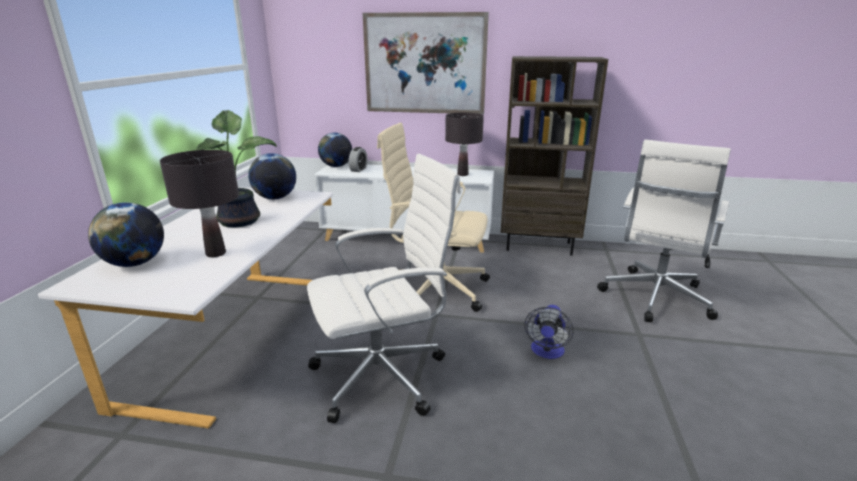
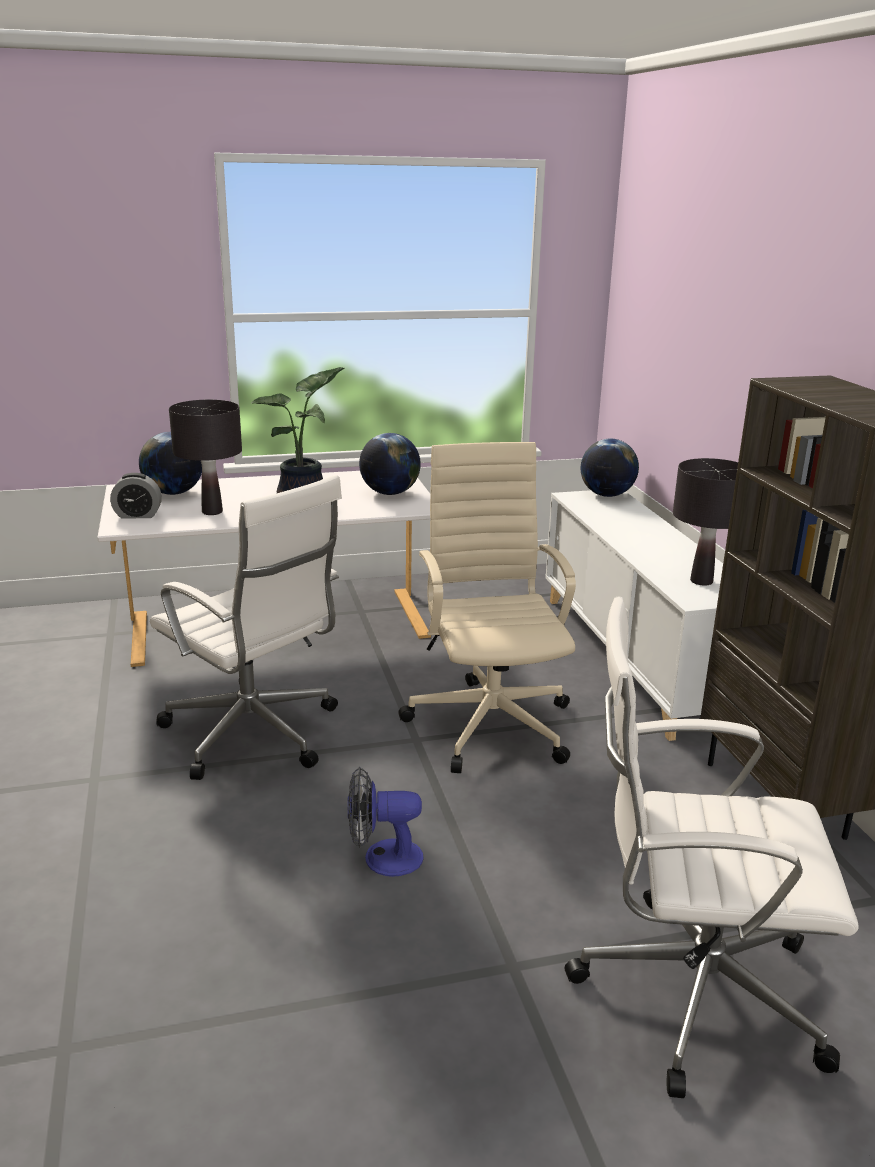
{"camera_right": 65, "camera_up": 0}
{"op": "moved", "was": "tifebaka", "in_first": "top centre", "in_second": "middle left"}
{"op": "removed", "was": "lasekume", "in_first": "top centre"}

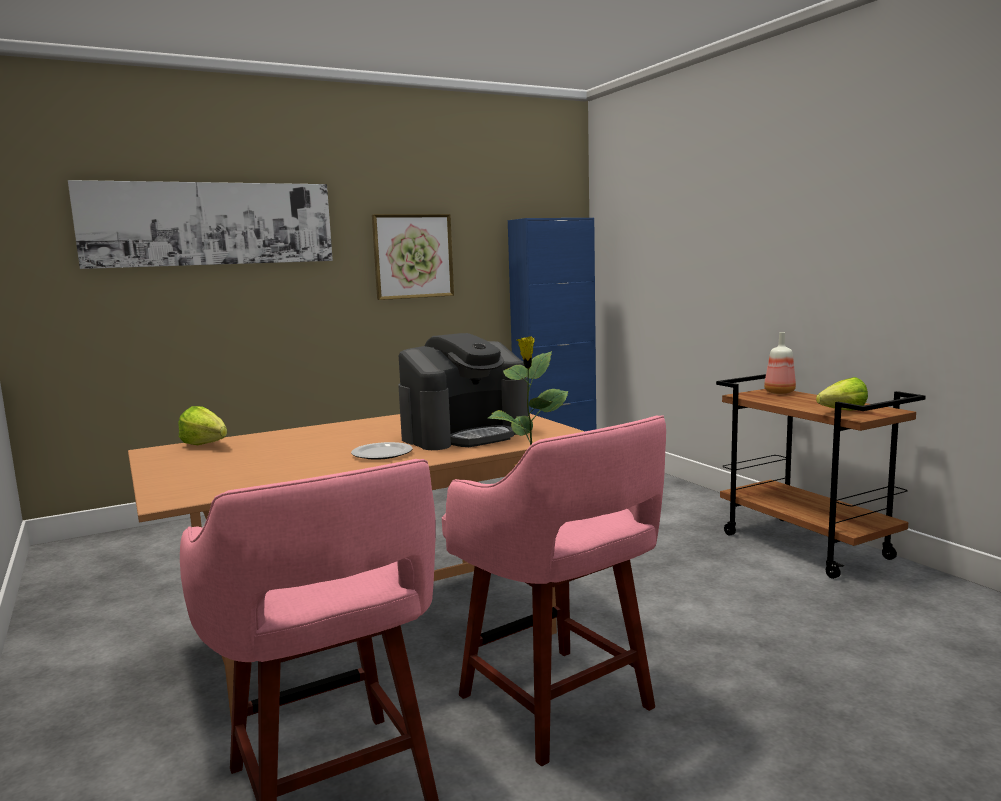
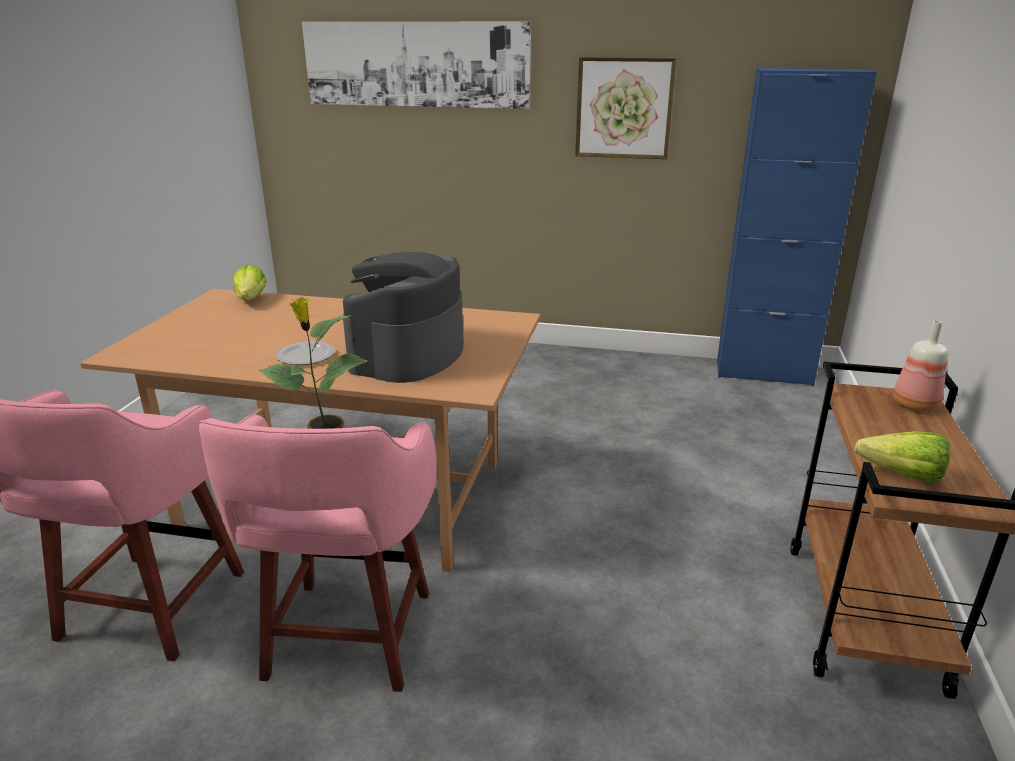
{"camera_right": 40, "camera_up": 15}
{"op": "turned", "was": "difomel", "in_first": "centre", "in_second": "centre", "clockwise": 105}

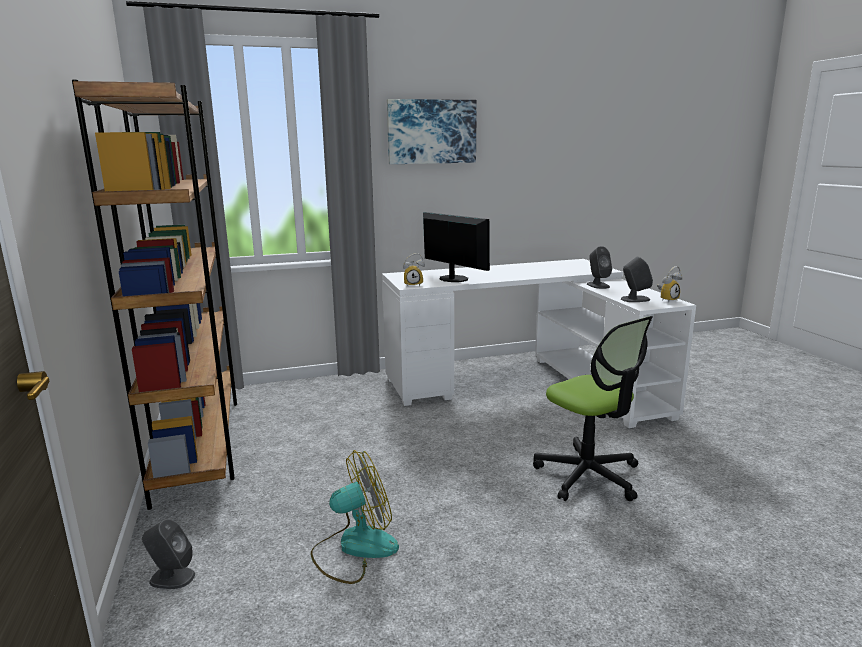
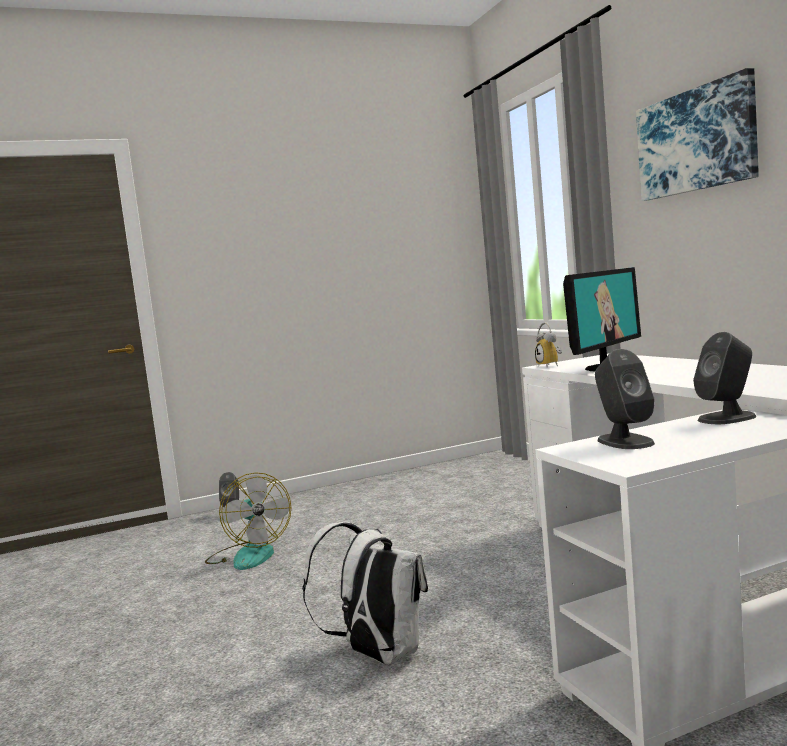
{"camera_right": 85, "camera_up": -10}
{"op": "removed", "was": "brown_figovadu", "in_first": "middle left"}
{"op": "replaced", "was": "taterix", "now": "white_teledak", "in_first": "middle right", "in_second": "bottom centre"}
{"op": "removed", "was": "tifebaka (2nd from left)", "in_first": "middle right"}

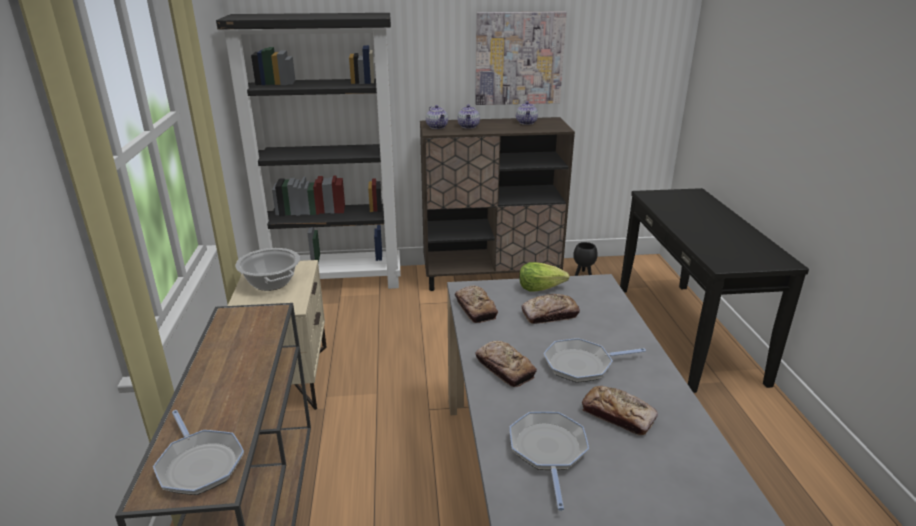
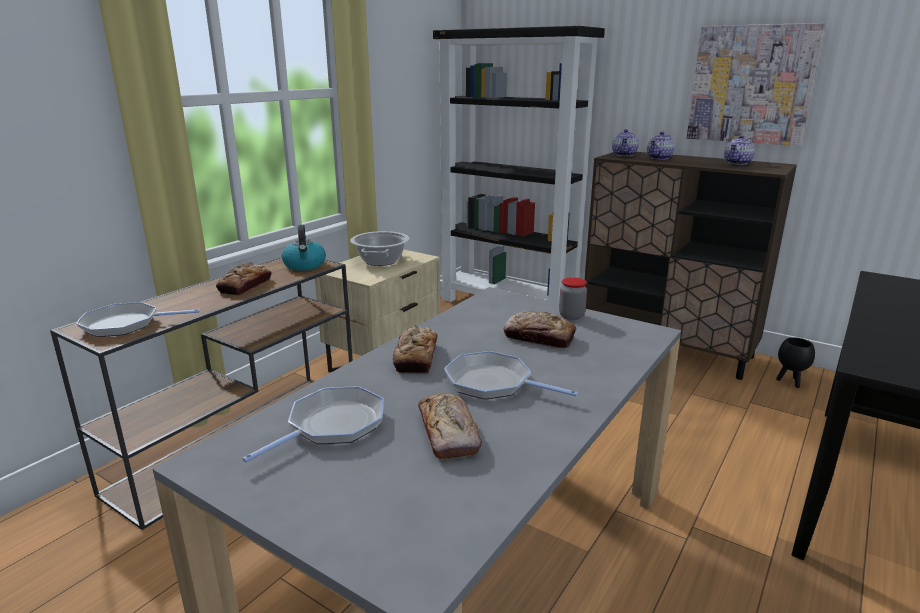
{"camera_right": 40, "camera_up": -5}
{"op": "turned", "was": "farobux (1st from left)", "in_first": "bottom left", "in_second": "middle left", "clockwise": 75}
{"op": "moved", "was": "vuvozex (1st from left)", "in_first": "centre", "in_second": "middle left"}
{"op": "replaced", "was": "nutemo", "now": "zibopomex", "in_first": "centre", "in_second": "centre"}
{"op": "added", "now": "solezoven", "in_second": "middle left"}

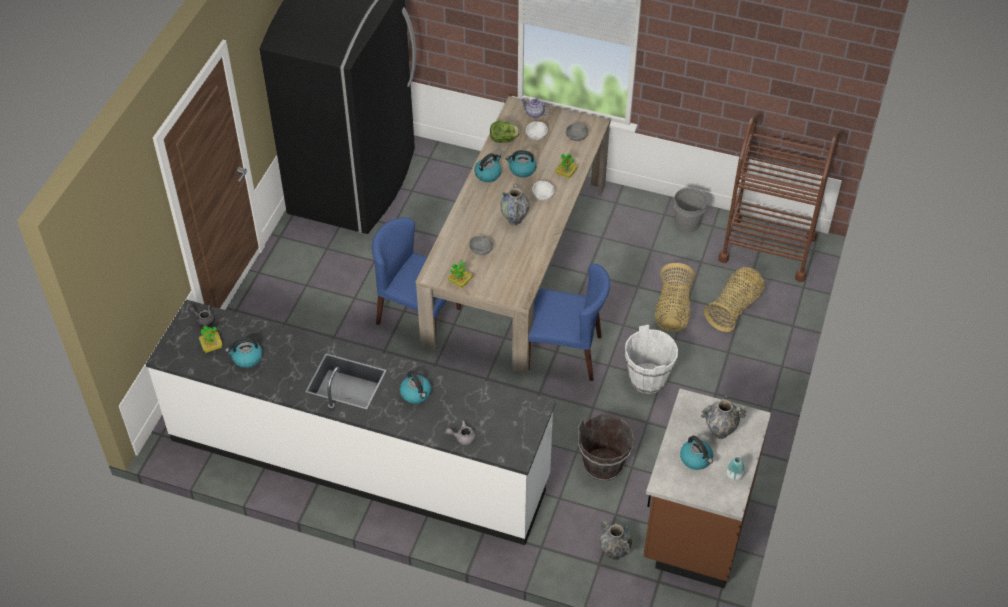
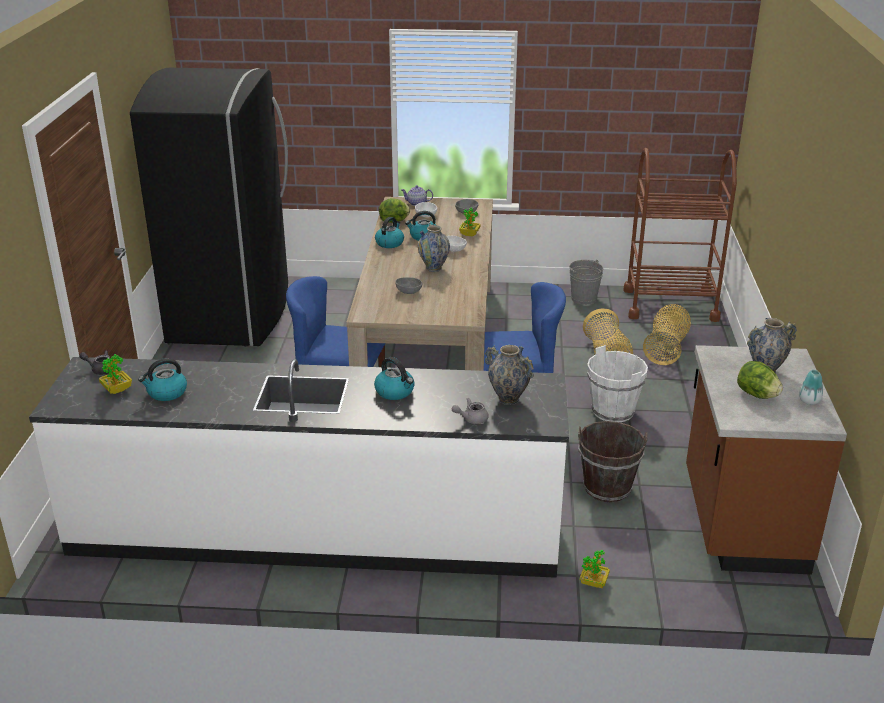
{"camera_right": -15, "camera_up": -20}
{"op": "moved", "was": "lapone (2nd from left in the first image)", "now": "lapone (3rd from left)", "in_first": "centre", "in_second": "bottom right"}
{"op": "moved", "was": "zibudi (2nd from left)", "in_first": "bottom centre", "in_second": "centre"}
{"op": "replaced", "was": "solezoven (5th from left)", "now": "nutemo (2nd from left)", "in_first": "bottom right", "in_second": "middle right"}

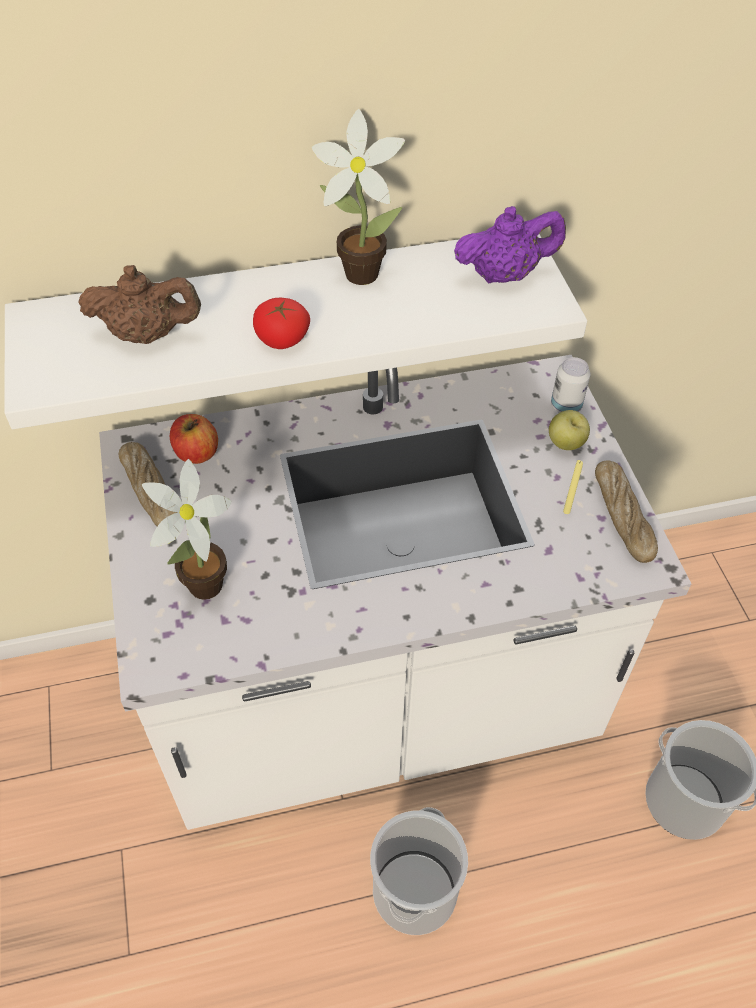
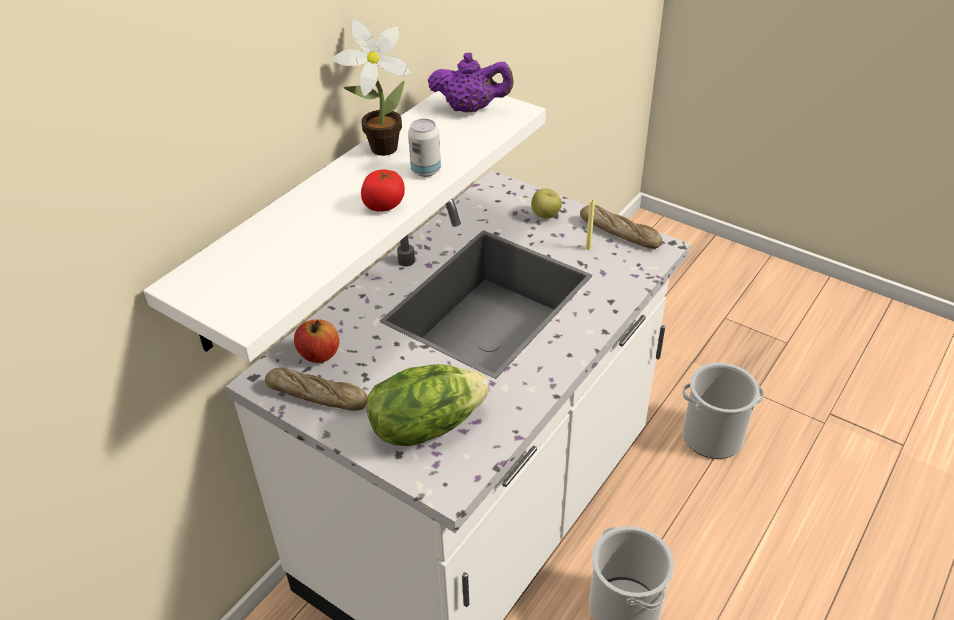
{"camera_right": -40, "camera_up": -10}
{"op": "removed", "was": "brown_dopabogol", "in_first": "top left"}
{"op": "replaced", "was": "lapone (1st from left)", "now": "nutemo", "in_first": "middle left", "in_second": "centre"}
{"op": "turned", "was": "purple_dopabogol", "in_first": "top right", "in_second": "top centre", "clockwise": 60}
{"op": "moved", "was": "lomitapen", "in_first": "middle right", "in_second": "top centre"}

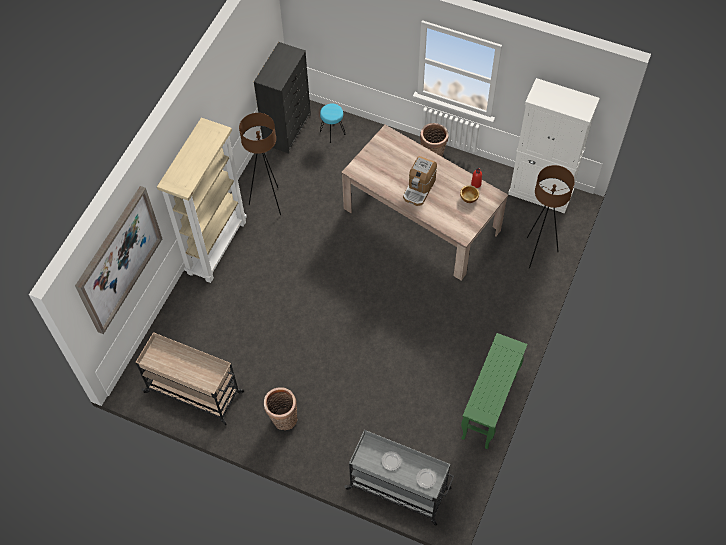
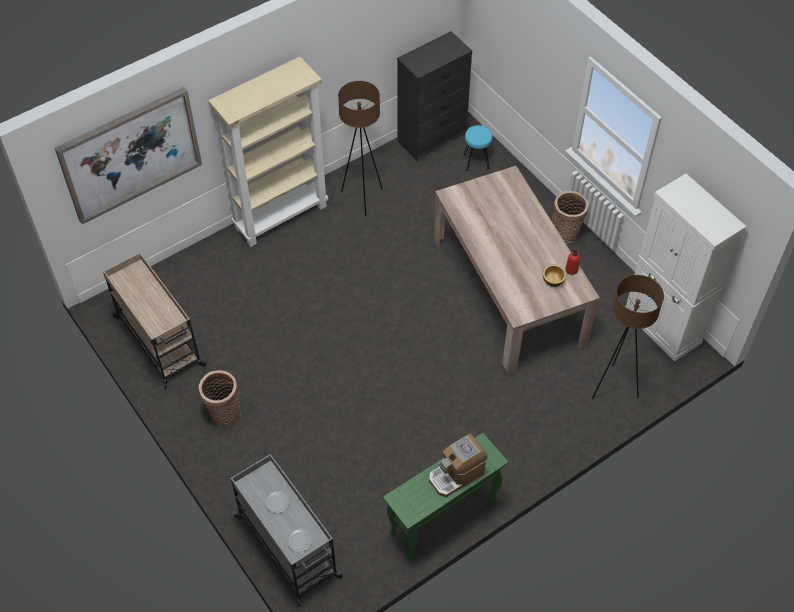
{"camera_right": 30, "camera_up": -5}
{"op": "moved", "was": "difomel", "in_first": "top centre", "in_second": "bottom centre"}

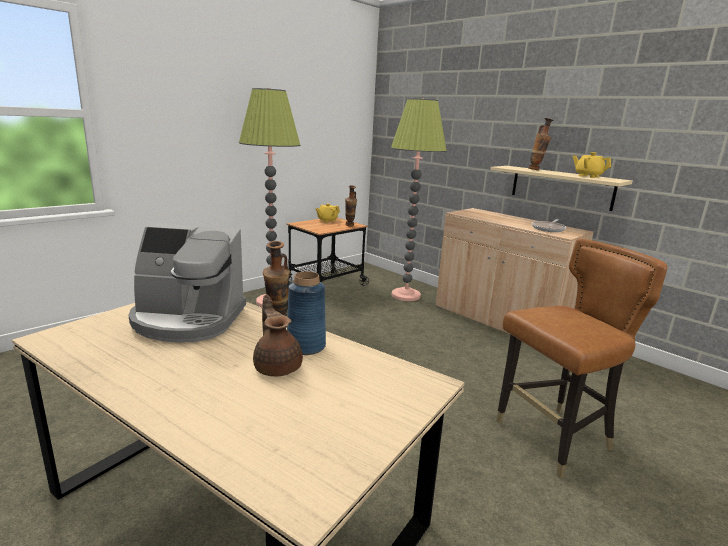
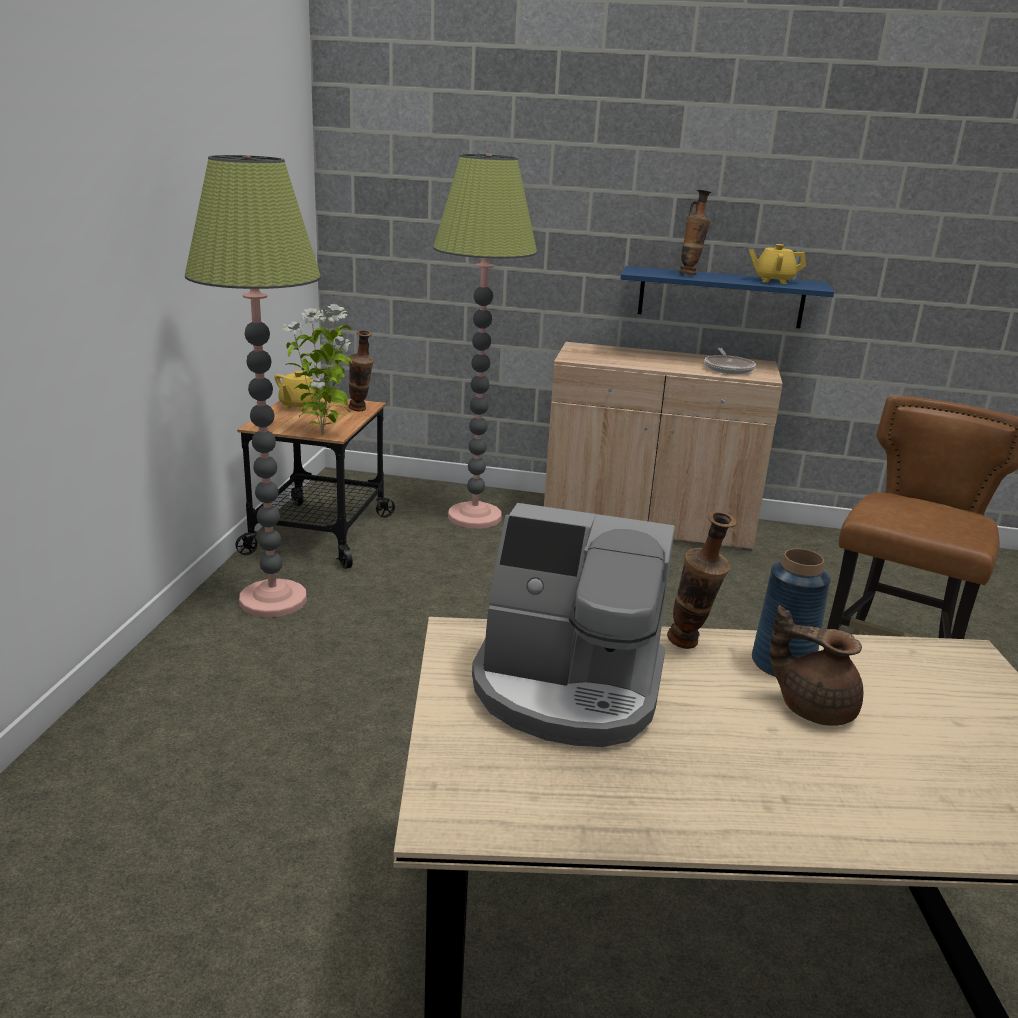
{"camera_right": -35, "camera_up": 5}
{"op": "turned", "was": "difomel", "in_first": "middle left", "in_second": "centre", "clockwise": 45}
{"op": "recoloured", "was": "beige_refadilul", "now": "blue_refadilul", "in_first": "middle right", "in_second": "top right"}
{"op": "added", "now": "lapone", "in_second": "middle left"}

